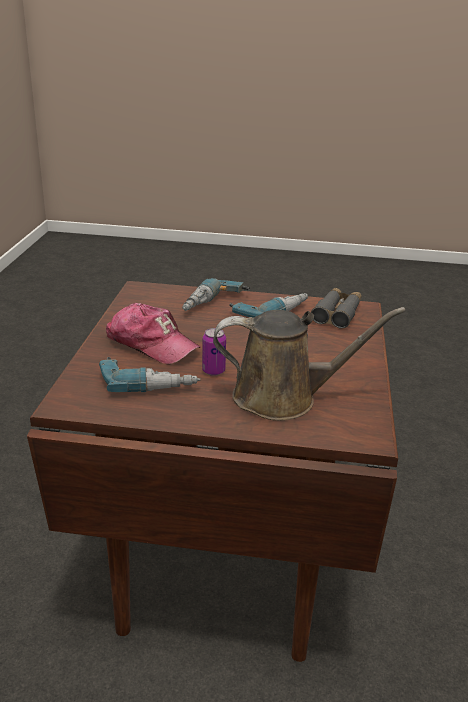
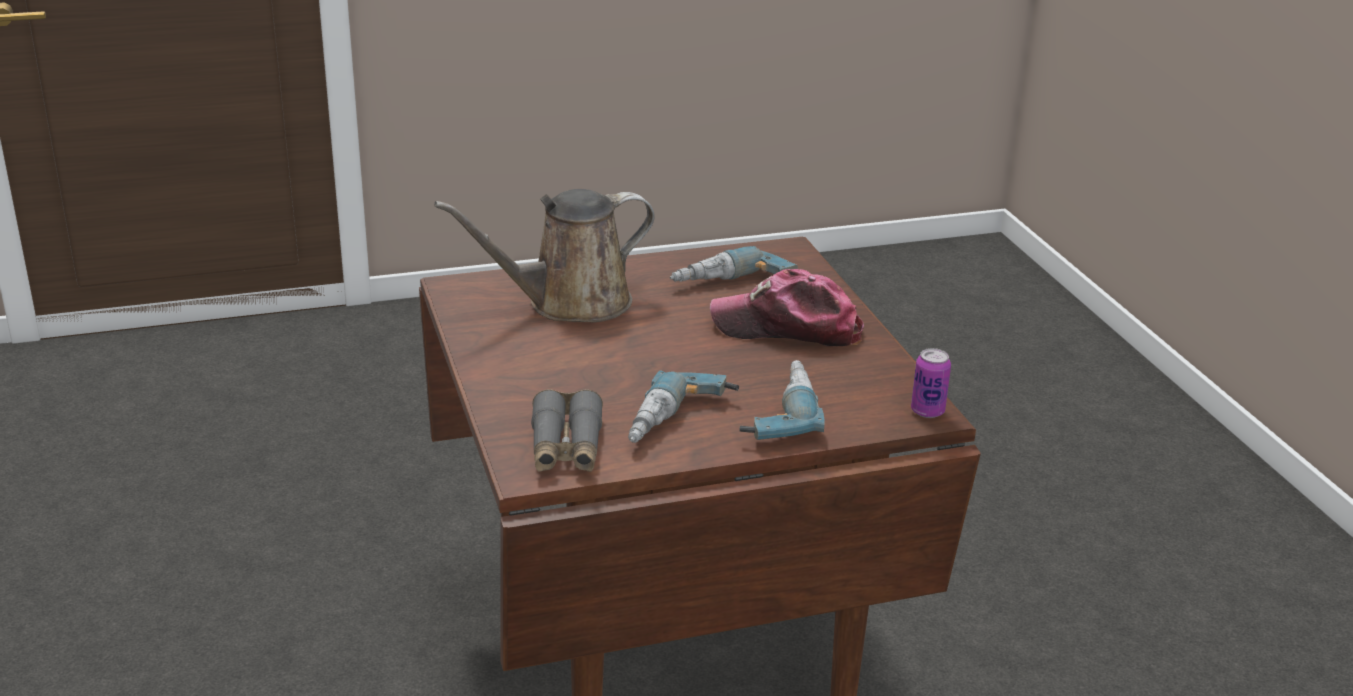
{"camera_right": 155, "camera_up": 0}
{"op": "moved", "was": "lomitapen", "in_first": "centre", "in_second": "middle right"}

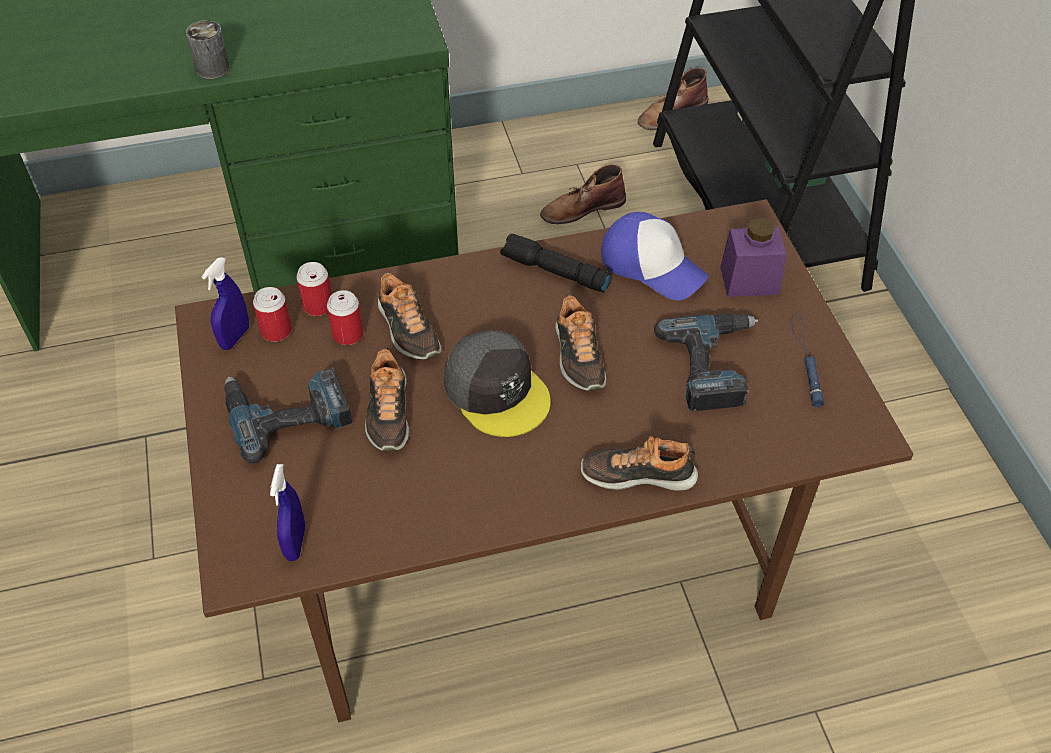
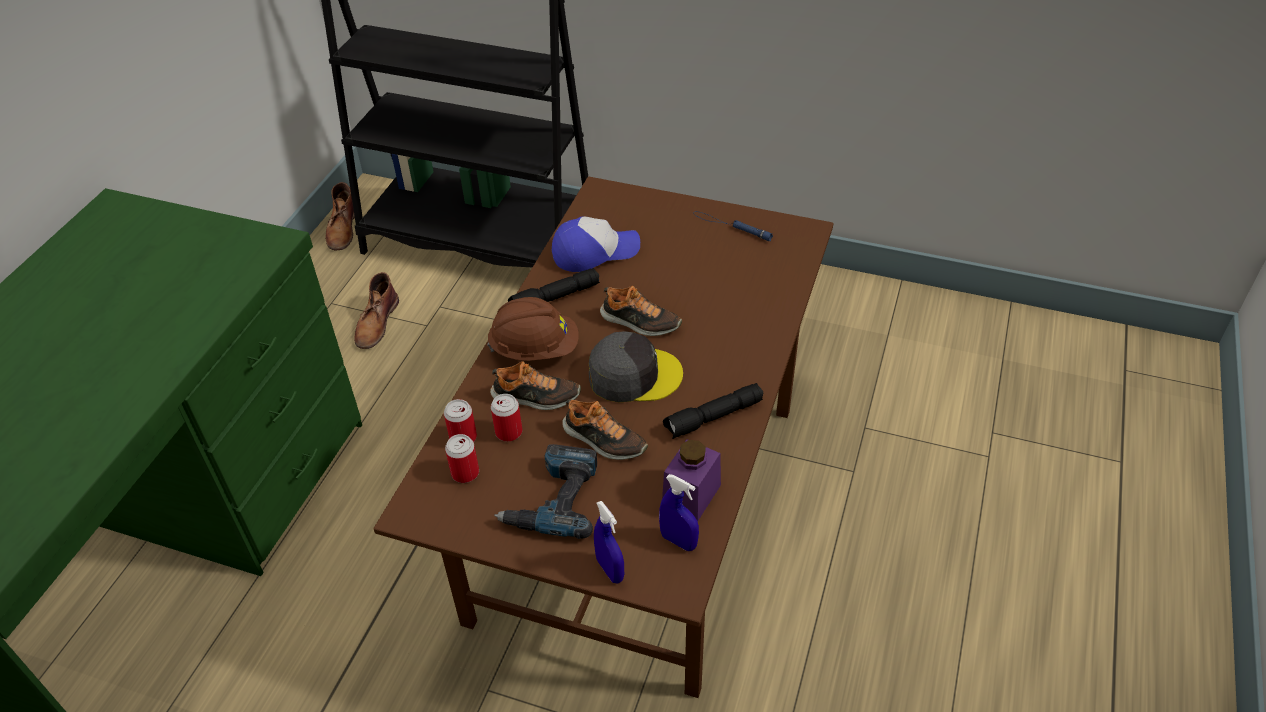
{"camera_right": -55, "camera_up": -5}
{"op": "removed", "was": "lomitapen (1st from left)", "in_first": "top left"}
{"op": "moved", "was": "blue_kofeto (1st from left)", "in_first": "middle left", "in_second": "bottom centre"}
{"op": "removed", "was": "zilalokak (4th from left)", "in_first": "centre"}
{"op": "removed", "was": "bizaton (2nd from left)", "in_first": "middle right"}
{"op": "moved", "was": "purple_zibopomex", "in_first": "middle right", "in_second": "bottom centre"}
{"op": "added", "now": "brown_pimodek", "in_second": "centre"}
{"op": "added", "now": "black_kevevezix (2nd from left)", "in_second": "centre"}

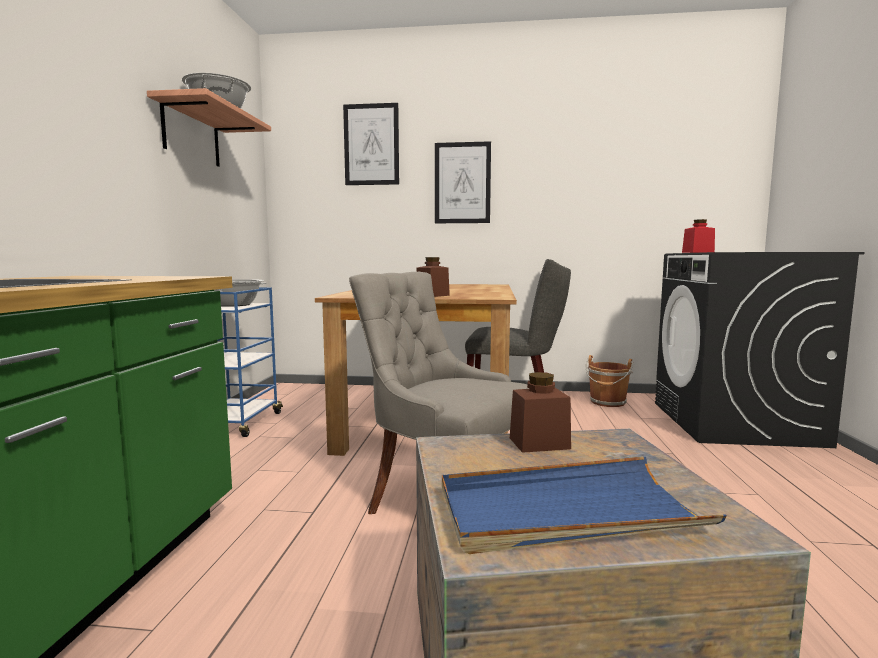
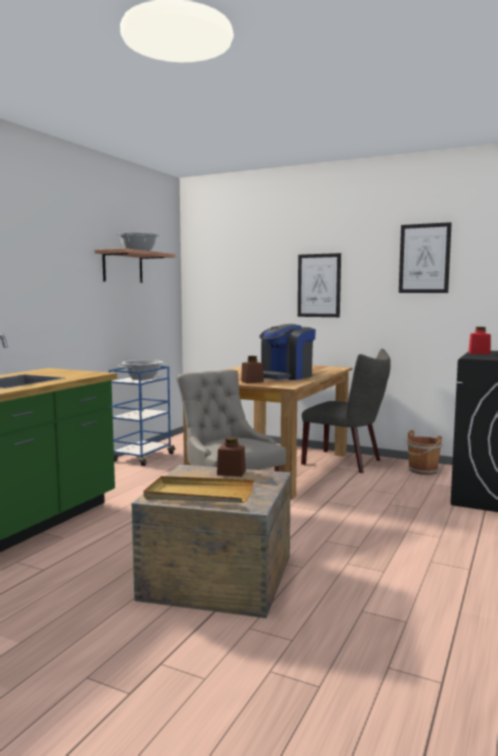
{"camera_right": 20, "camera_up": 0}
{"op": "moved", "was": "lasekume (1st from left in the first image)", "now": "lasekume (2nd from left)", "in_first": "top centre", "in_second": "middle right"}
{"op": "recoloured", "was": "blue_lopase", "now": "beige_lopase", "in_first": "bottom centre", "in_second": "centre"}
{"op": "added", "now": "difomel", "in_second": "centre"}

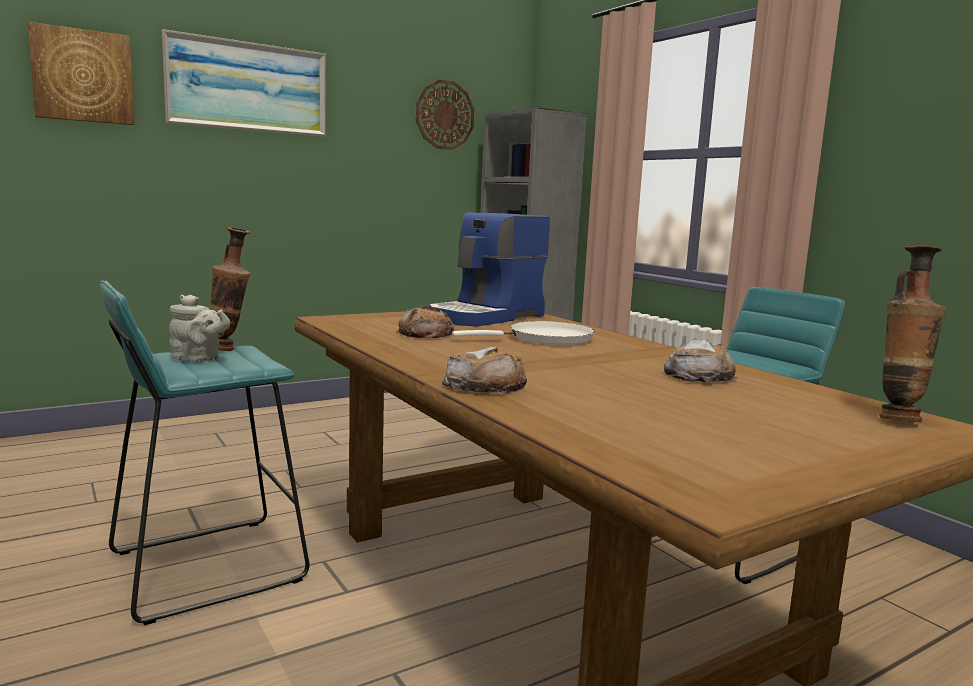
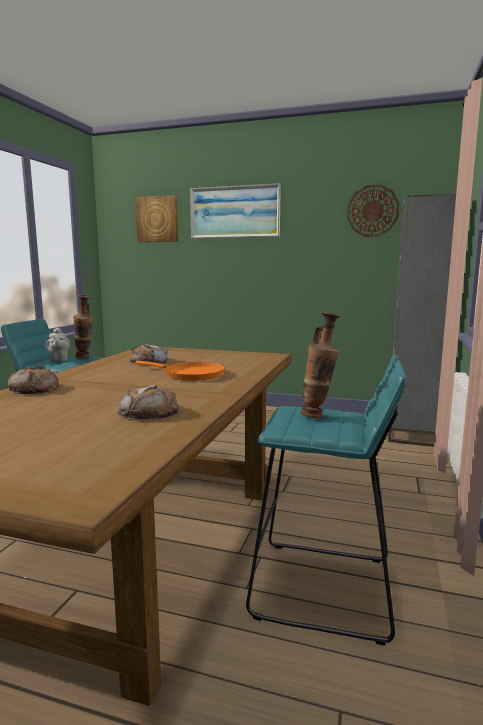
{"camera_right": 50, "camera_up": 0}
{"op": "removed", "was": "difomel", "in_first": "centre"}
{"op": "recoloured", "was": "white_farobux", "now": "orange_farobux", "in_first": "centre", "in_second": "centre"}
{"op": "moved", "was": "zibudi (2nd from left)", "in_first": "middle right", "in_second": "centre"}

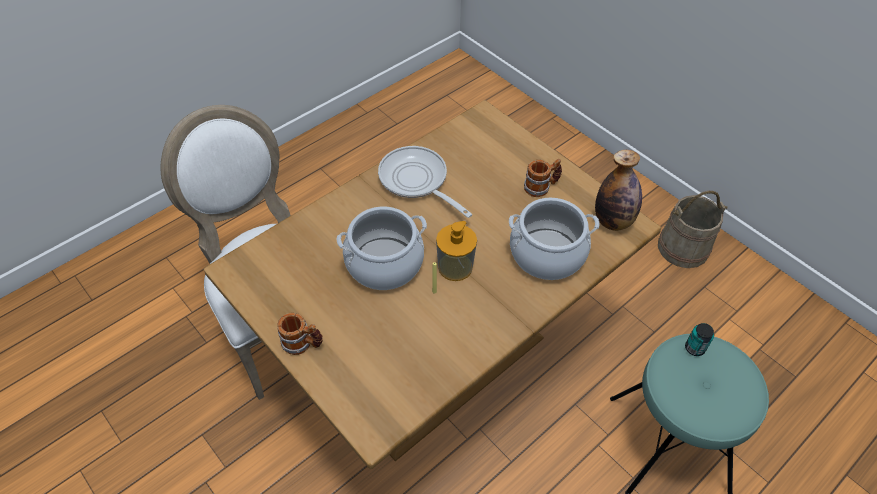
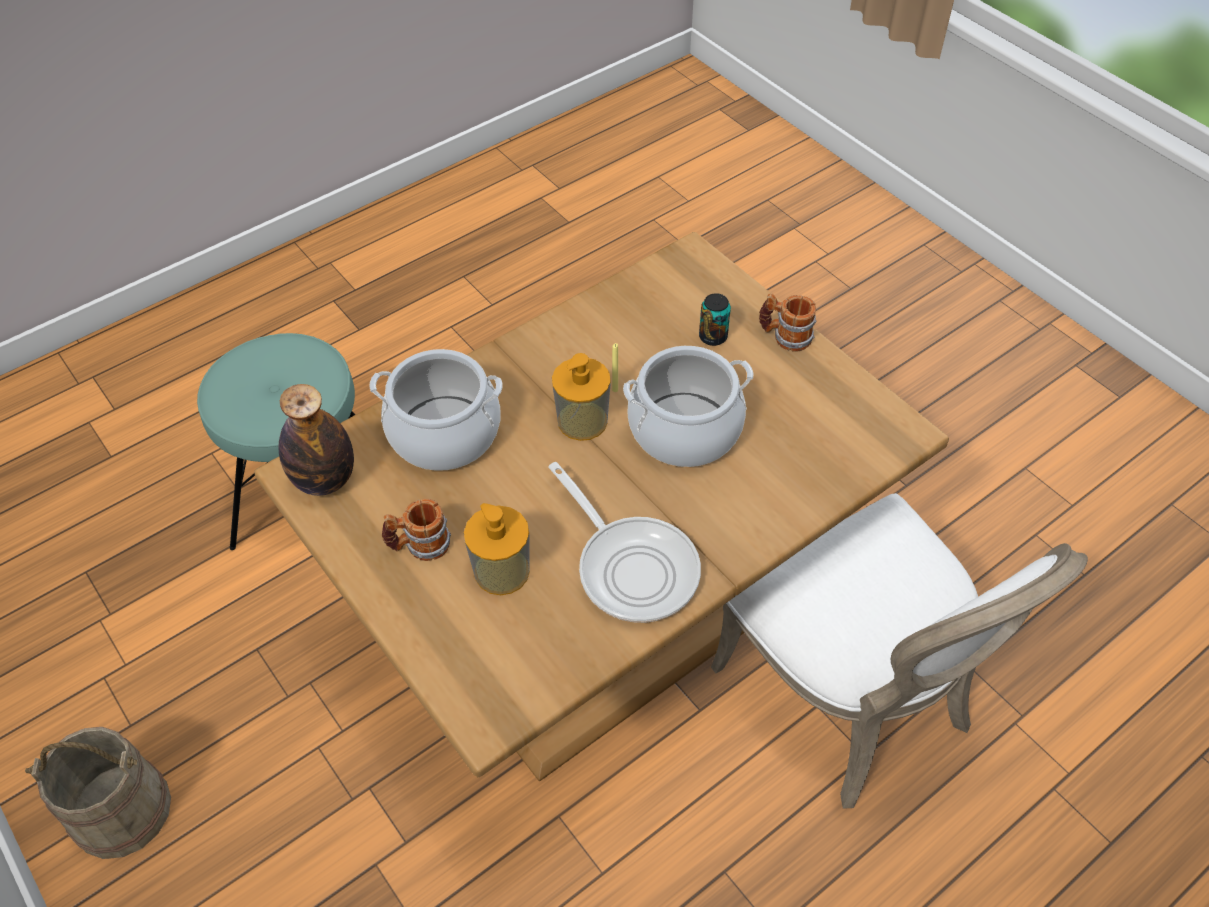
{"camera_right": -175, "camera_up": 0}
{"op": "moved", "was": "lomitapen", "in_first": "bottom right", "in_second": "centre"}
{"op": "added", "now": "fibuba (1st from left)", "in_second": "centre"}

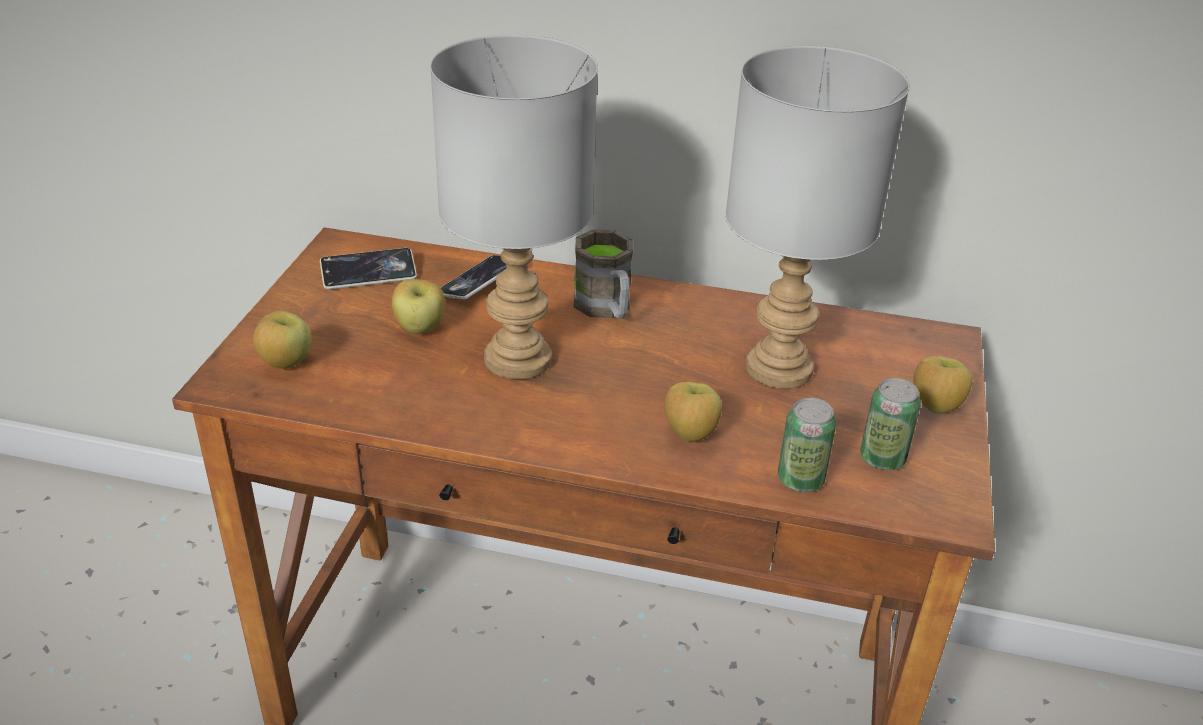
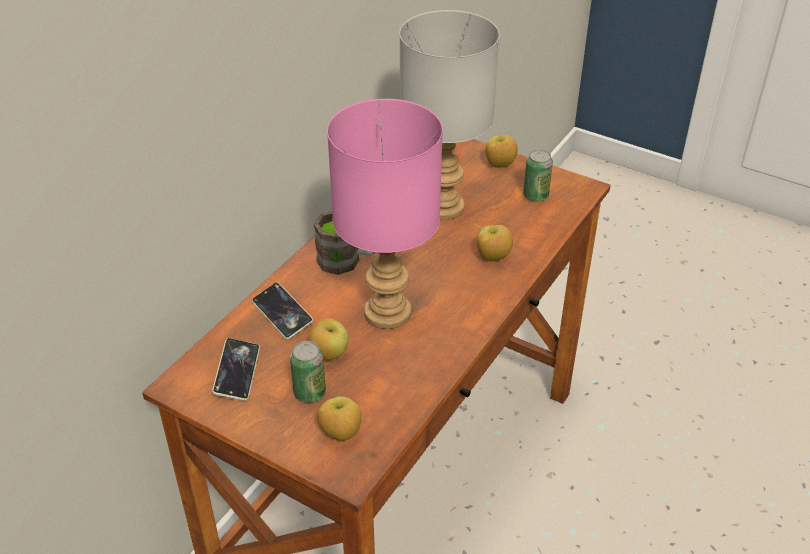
{"camera_right": -70, "camera_up": 5}
{"op": "recoloured", "was": "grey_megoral (1st from left)", "now": "pink_megoral", "in_first": "top centre", "in_second": "centre"}
{"op": "moved", "was": "lomitapen (1st from left)", "in_first": "middle right", "in_second": "bottom centre"}

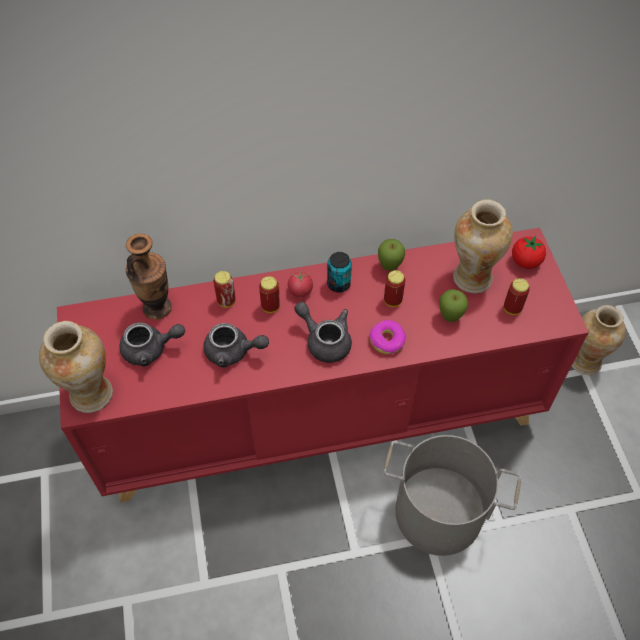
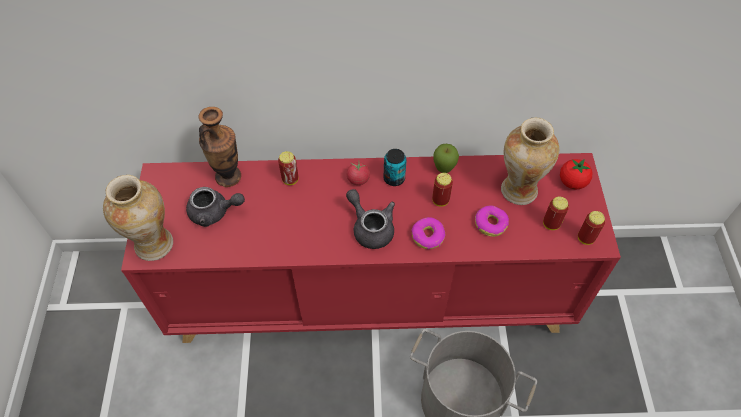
{"camera_right": 10, "camera_up": 0}
{"op": "removed", "was": "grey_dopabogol (2nd from left)", "in_first": "centre"}
{"op": "moved", "was": "lomitapen (2nd from left in the first image)", "now": "lomitapen (5th from left)", "in_first": "centre", "in_second": "middle right"}
{"op": "replaced", "was": "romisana (2nd from left)", "now": "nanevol (2nd from left)", "in_first": "middle right", "in_second": "centre"}
{"op": "removed", "was": "zibudi (4th from left)", "in_first": "middle right"}

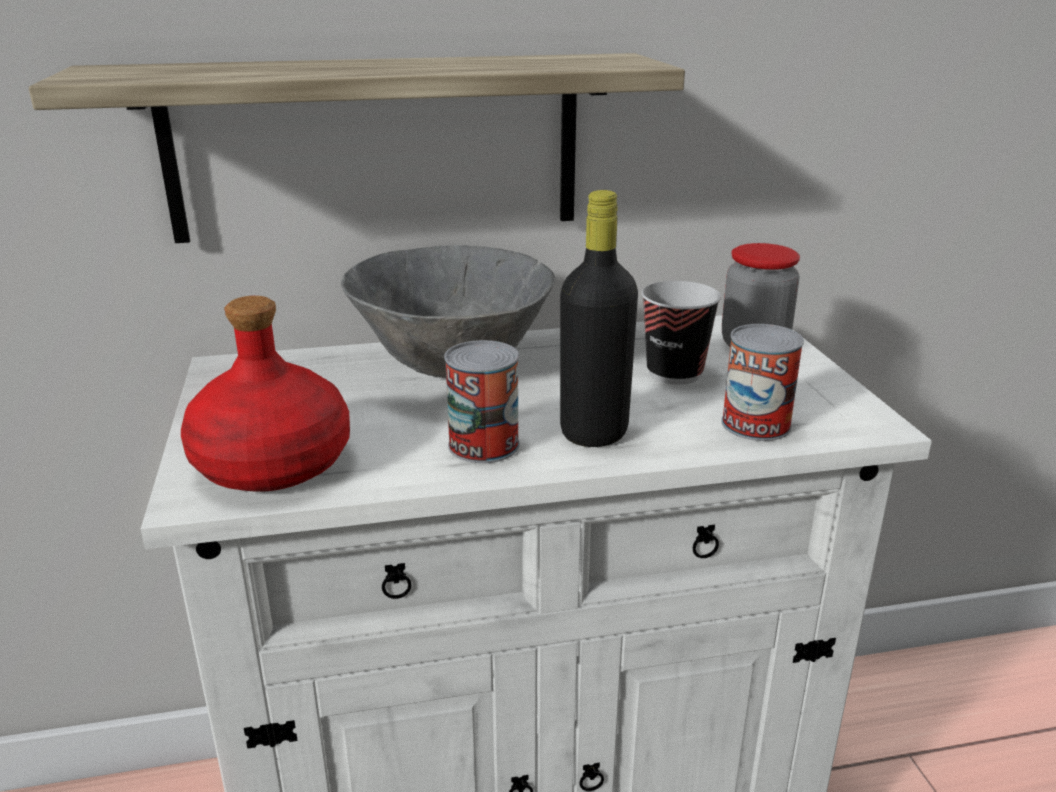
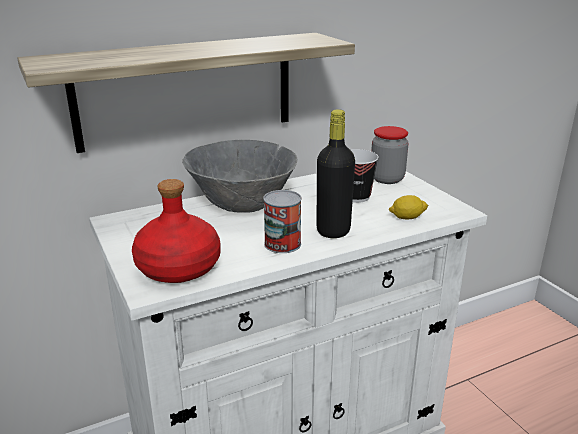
{"camera_right": -15, "camera_up": 0}
{"op": "replaced", "was": "lomitapen (2nd from left)", "now": "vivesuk", "in_first": "middle right", "in_second": "middle right"}

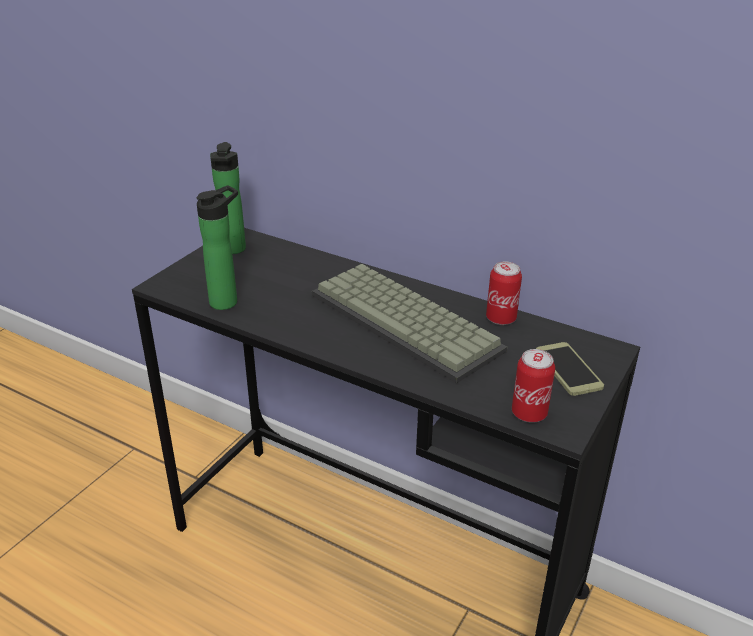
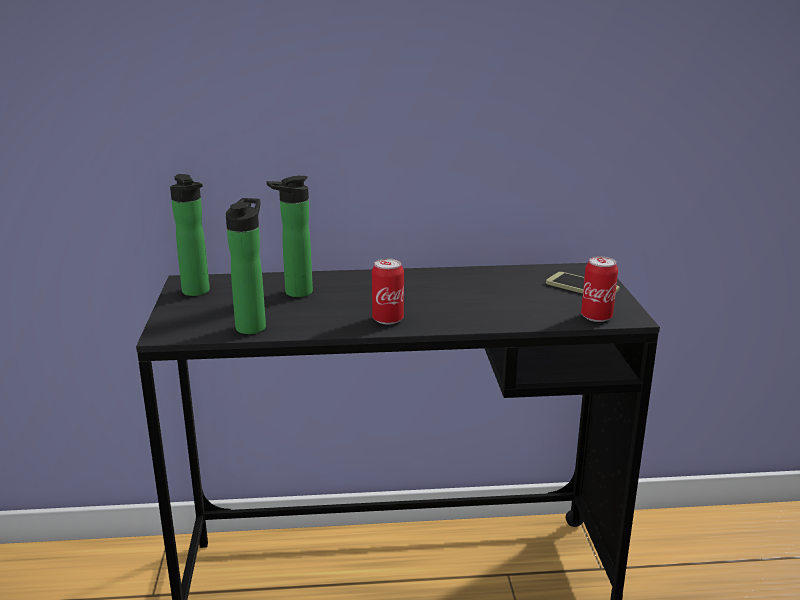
{"camera_right": -35, "camera_up": -10}
{"op": "removed", "was": "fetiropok", "in_first": "centre"}
{"op": "moved", "was": "lomitapen (1st from left)", "in_first": "middle right", "in_second": "centre"}
{"op": "added", "now": "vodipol (3rd from left)", "in_second": "centre"}

